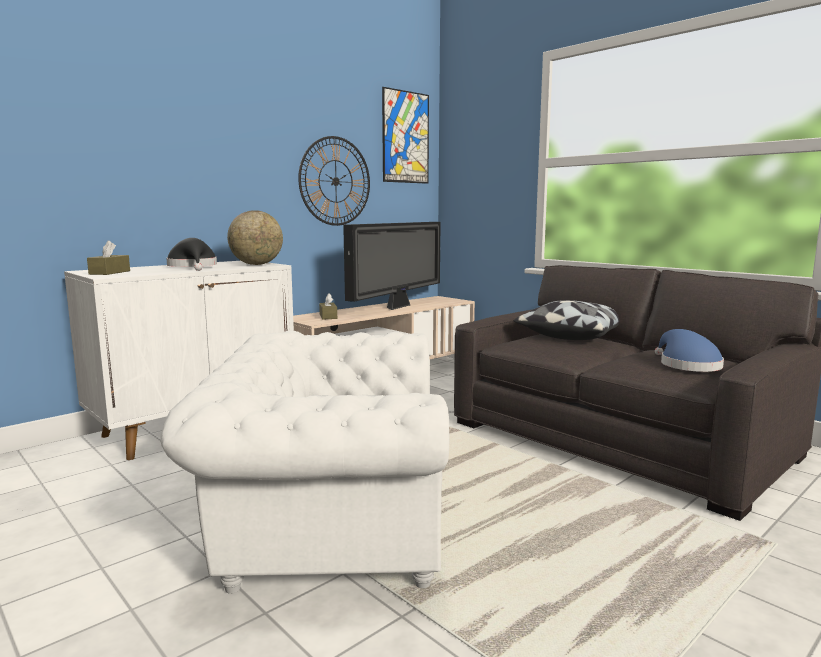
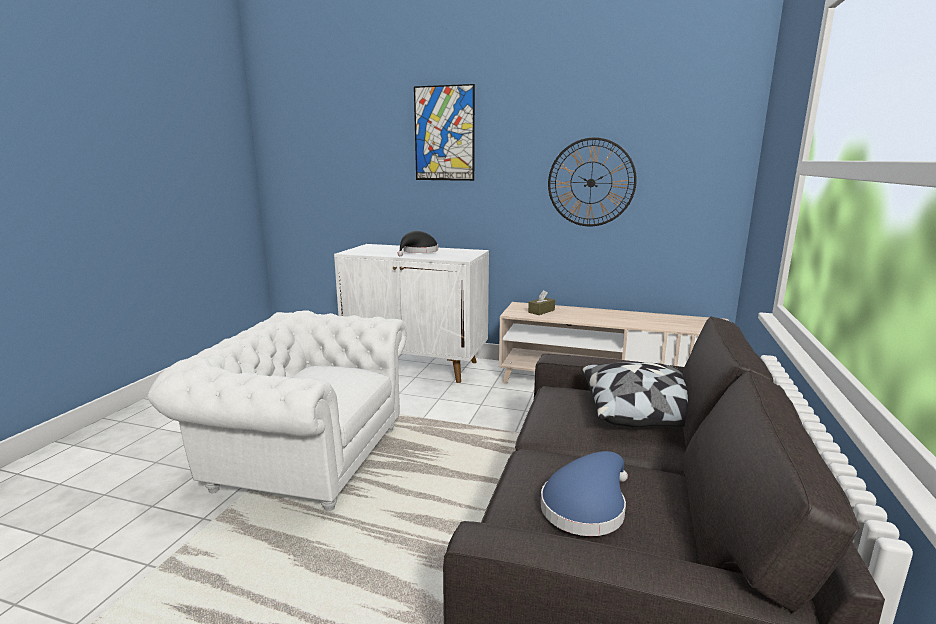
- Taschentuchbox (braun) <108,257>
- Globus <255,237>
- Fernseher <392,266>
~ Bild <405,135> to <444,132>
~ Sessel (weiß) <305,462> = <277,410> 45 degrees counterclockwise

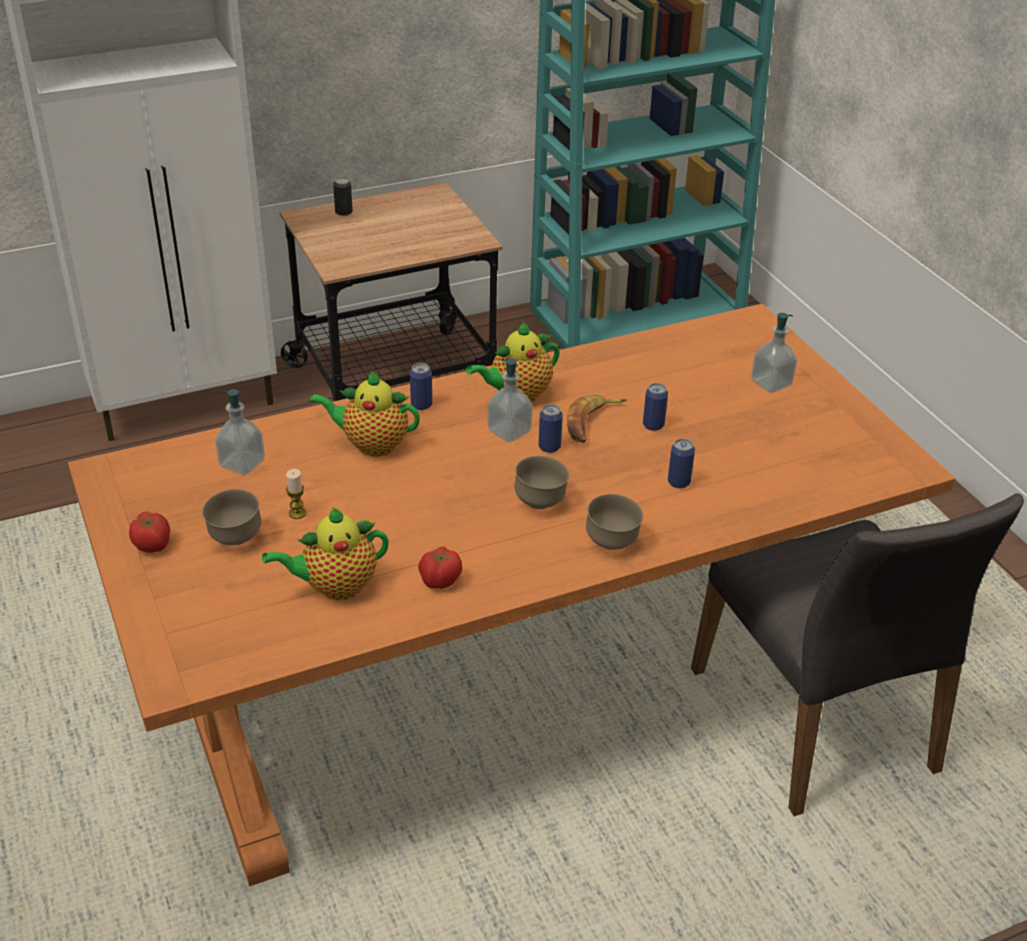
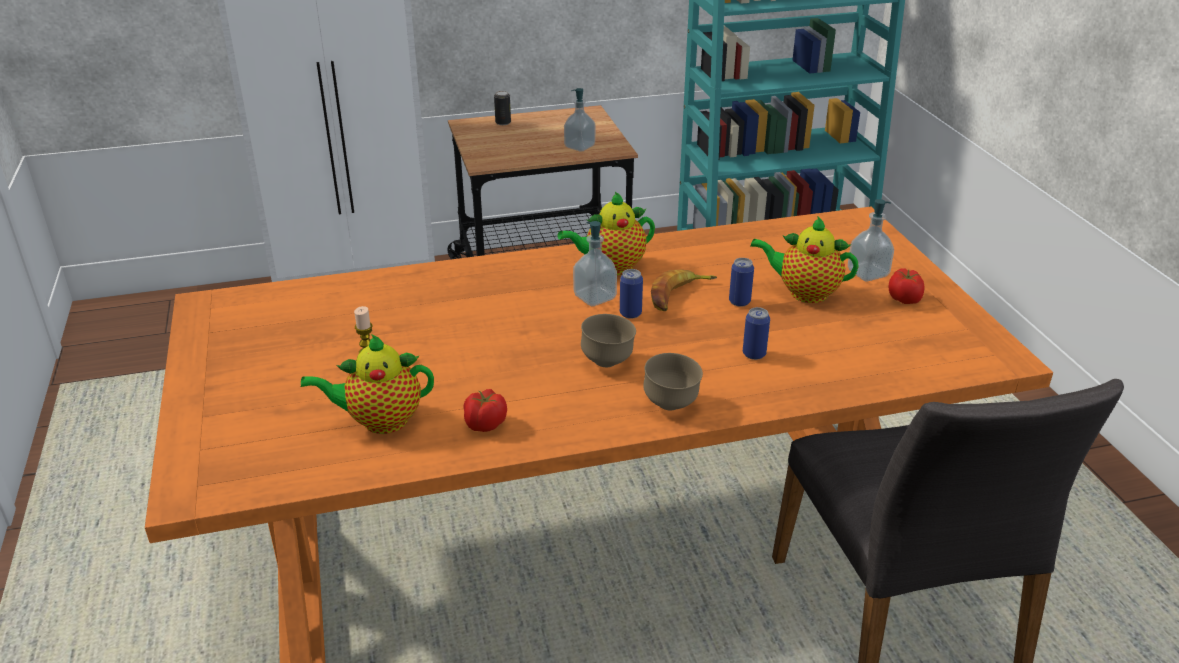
- Schüssel (braun) <231,517>
- Dose <421,386>
~ Tomate <149,532> to <907,286>
~ Seifenspender <240,432> to <579,119>
~ Teekanne <364,413> to <804,259>

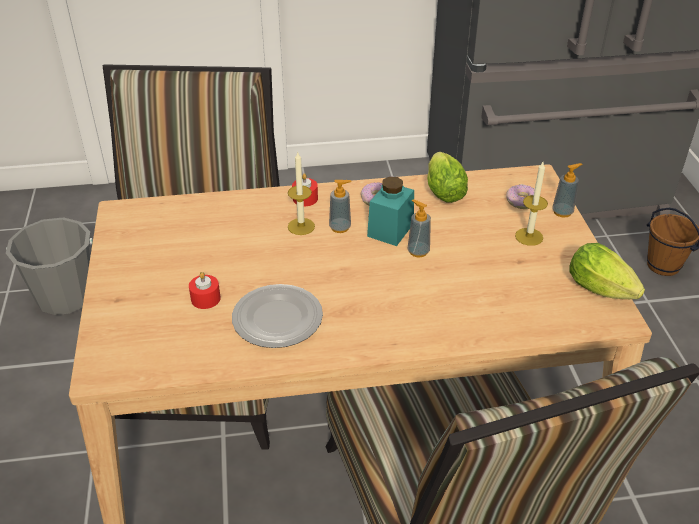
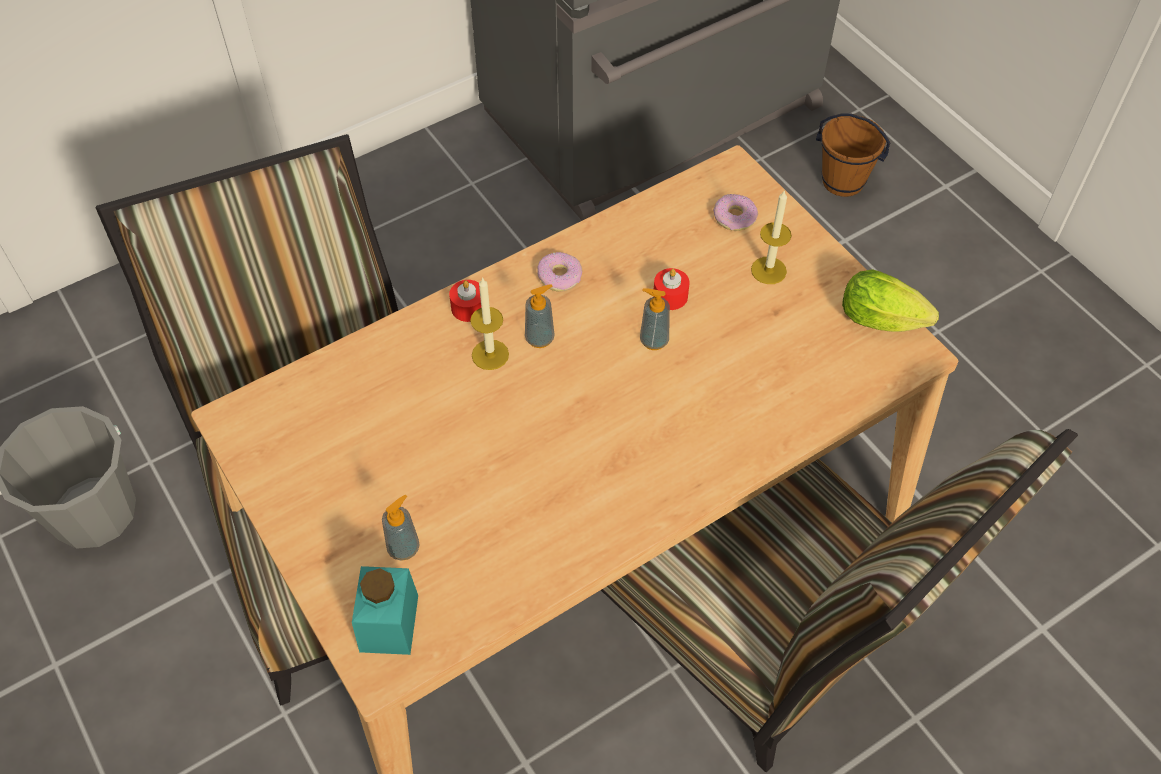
- Teller <277,316>
- Salatkopf <447,177>
~ Kerze (rot) <205,290> to <671,289>
~ Vorratsglas (türkis) <390,211> to <385,610>
~ Seifenspender <567,190> to <401,528>

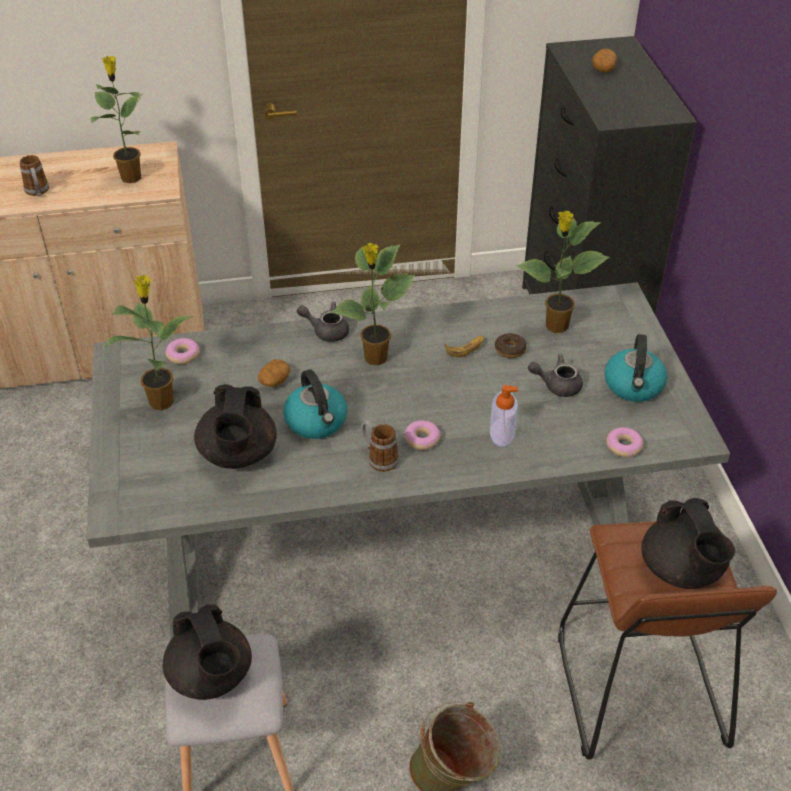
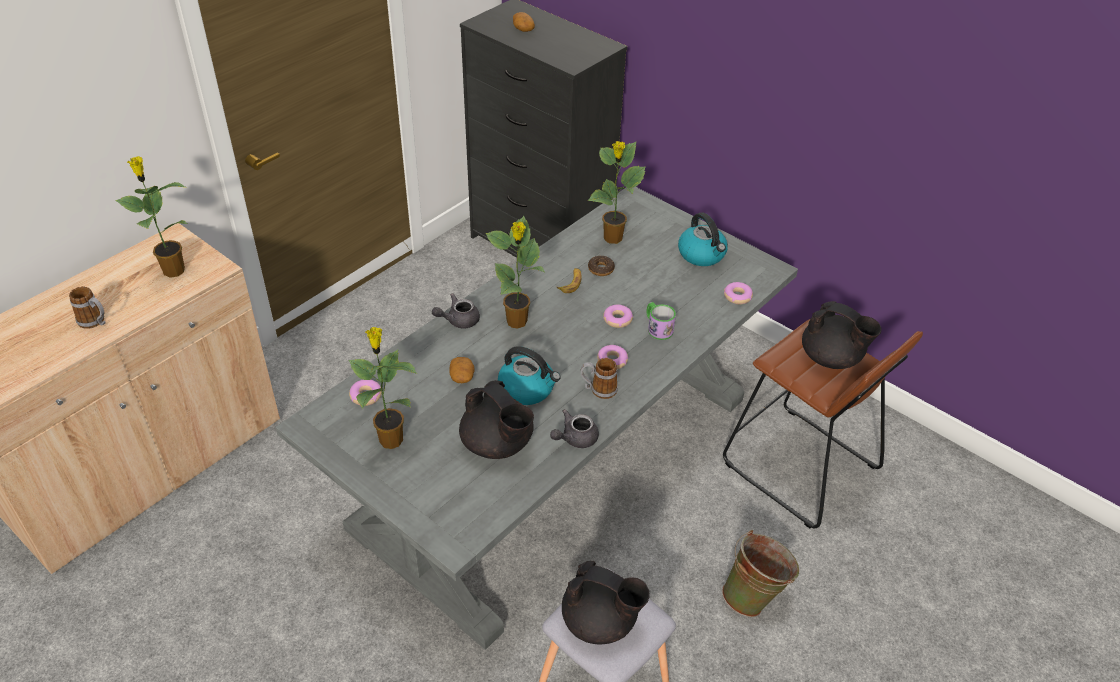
+ Donut <618,316>
~ Teekanne (grau) <555,375> to <574,428>
~ Seifenspender <504,416> to Henkelbecher <661,321>

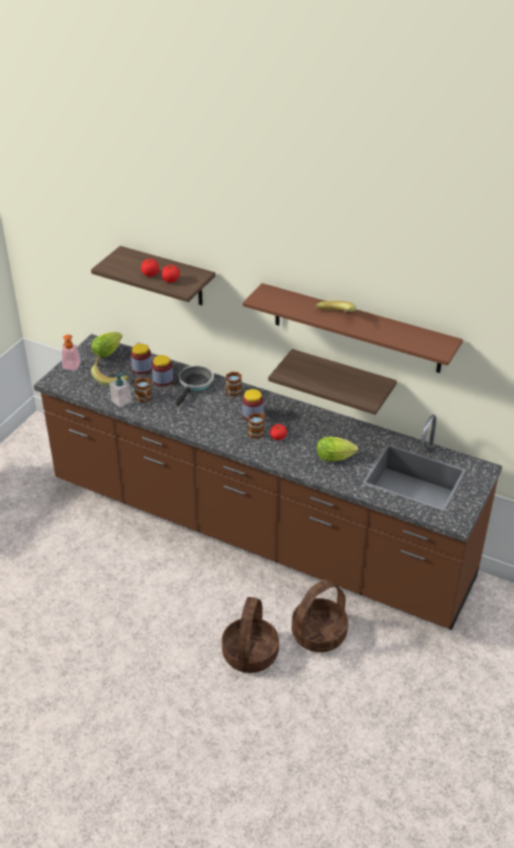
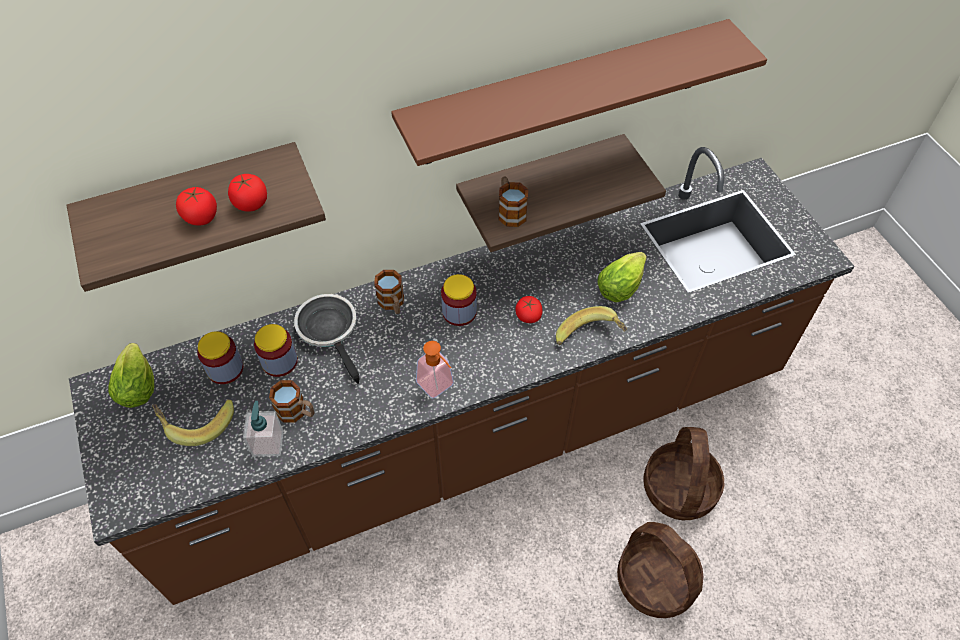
~ Seifenspender <71,352> to <435,369>
~ Henkelbecher <257,425> to <513,201>
~ Banane <335,306> to <591,325>

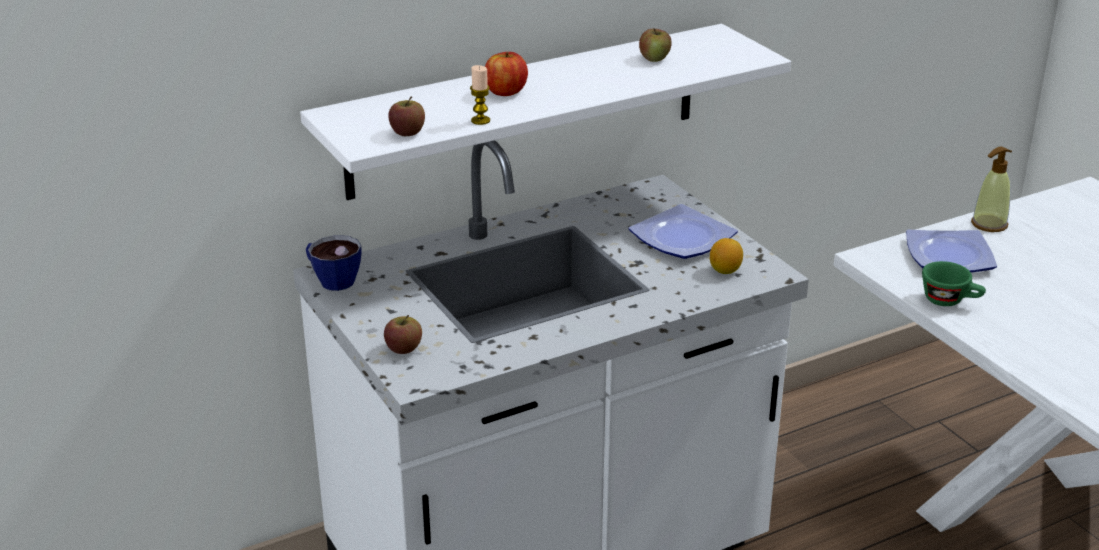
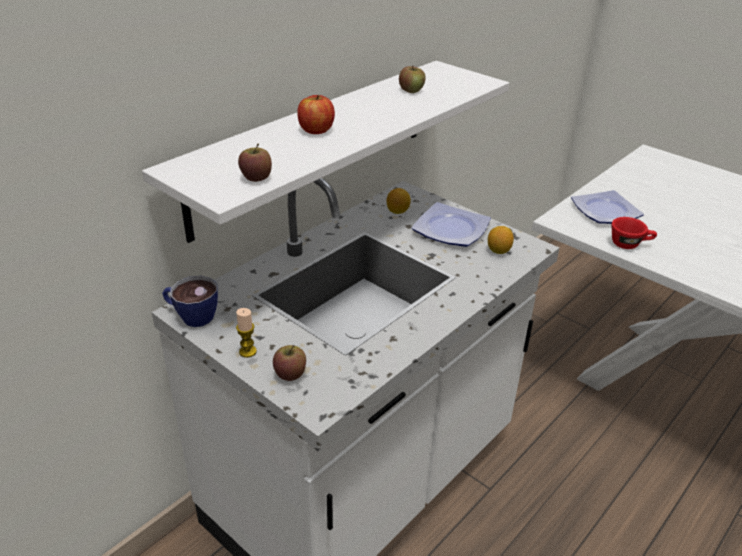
- Seifenspender <991,189>
+ Zitrone <399,201>
~ Kerze <480,95> to <246,333>
~ Tasse (grün) <954,283> to Tasse (rot) <634,233>

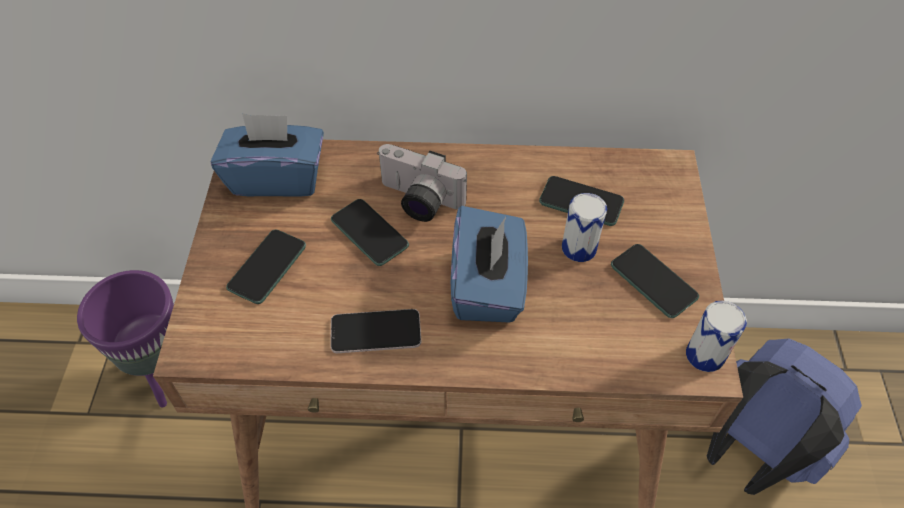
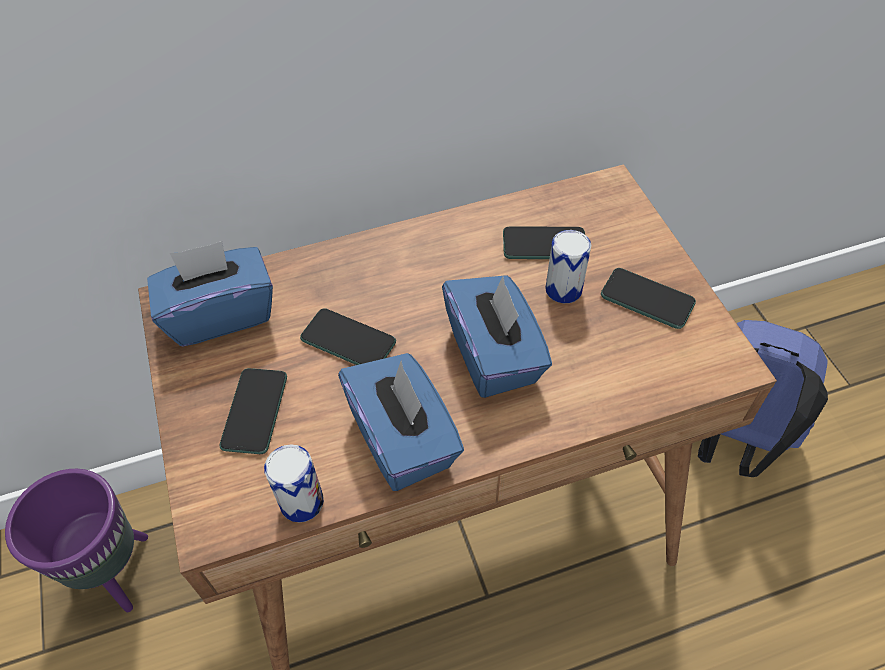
- Kamera <422,183>
~ Dose <716,336> to <294,483>
~ Handy <376,331> to Taschentuchbox (blau) <401,422>

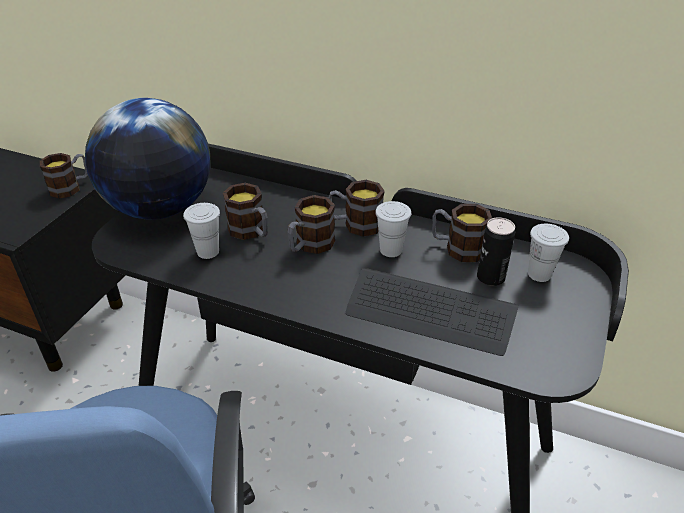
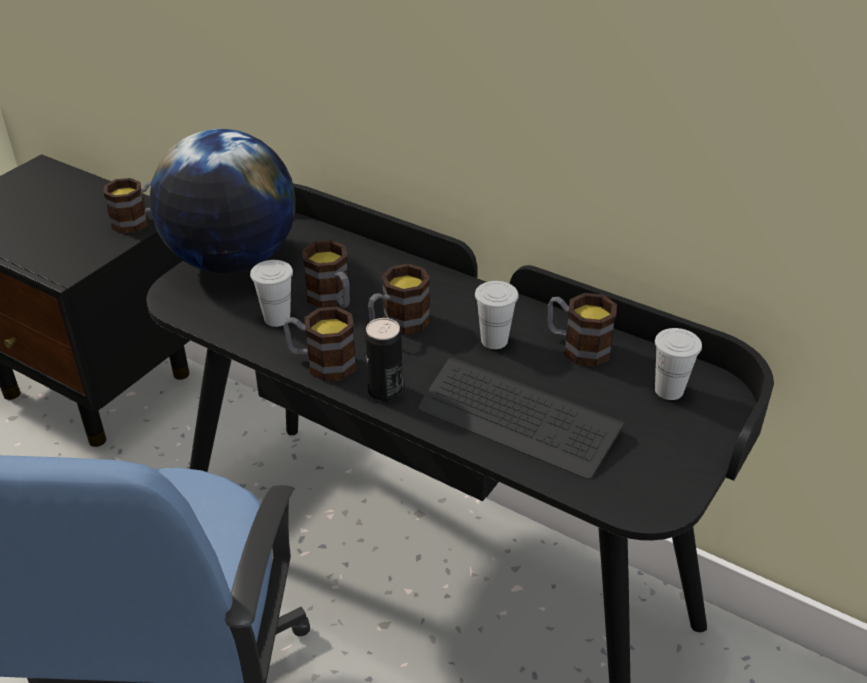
~ Henkelbecher <356,208> to <320,344>
~ Dose <496,251> to <384,359>

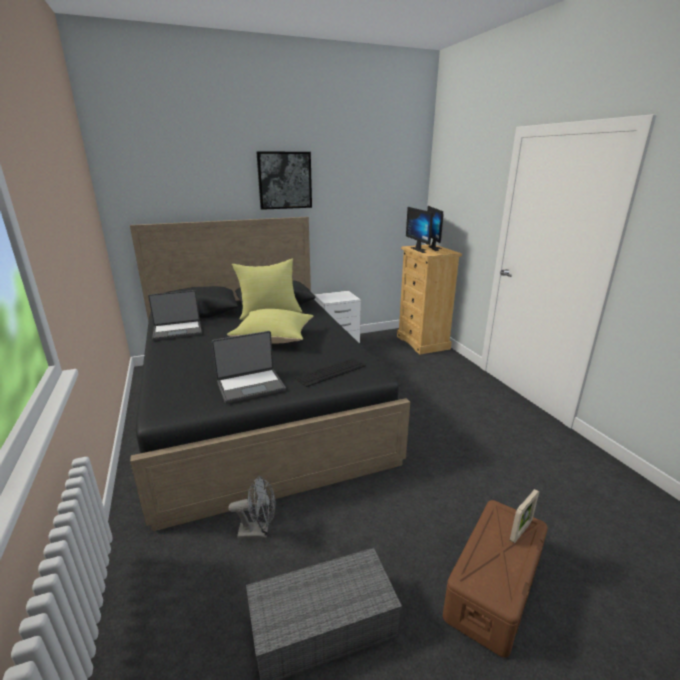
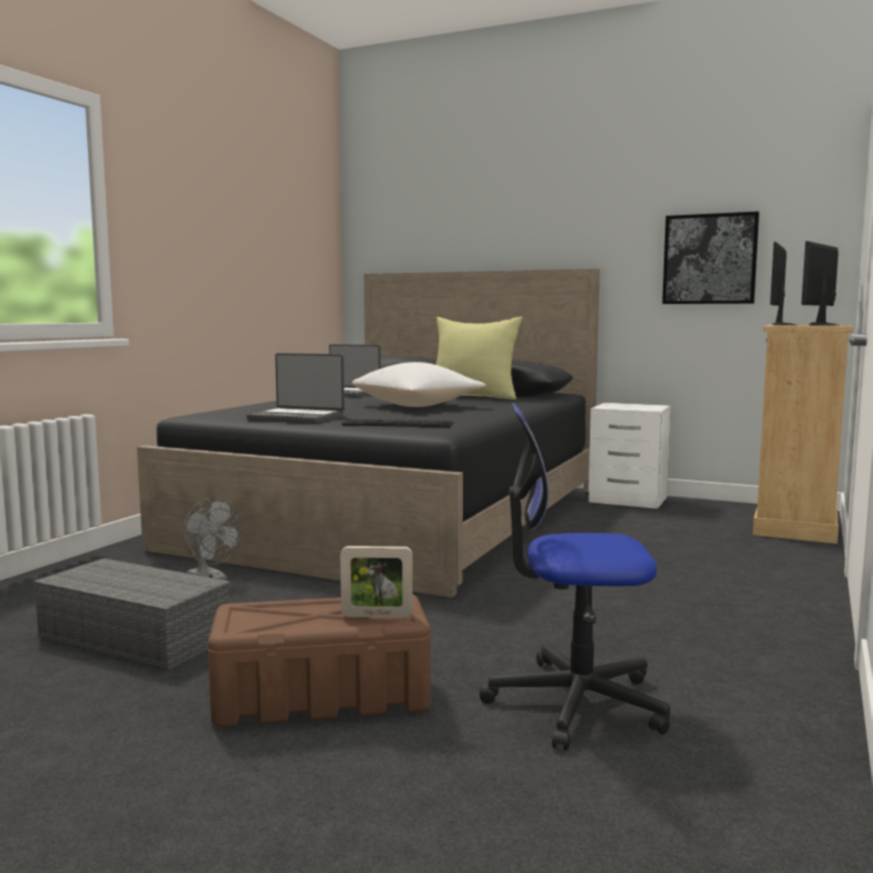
+ Bürostuhl <574,576>
~ Bild <284,180> to <710,257>
~ Kissen (gelb) <270,326> to Kissen (weiß) <419,384>

